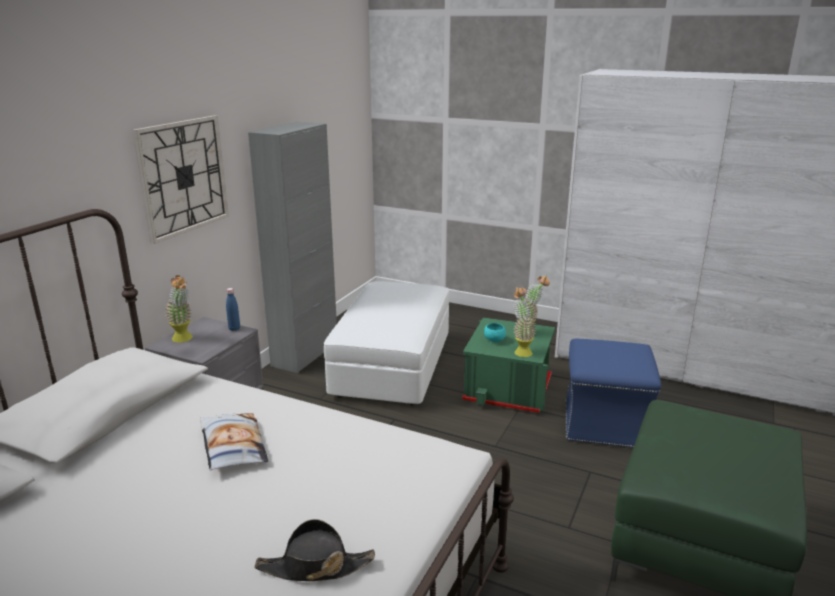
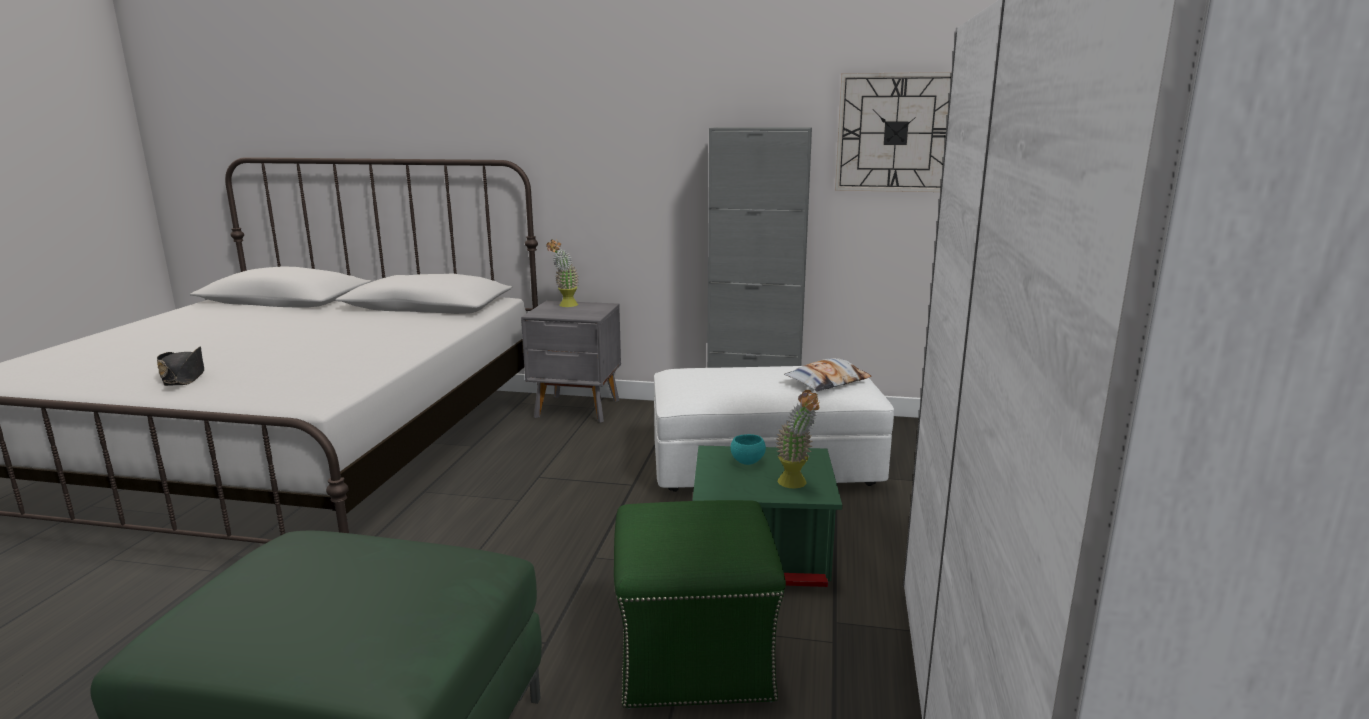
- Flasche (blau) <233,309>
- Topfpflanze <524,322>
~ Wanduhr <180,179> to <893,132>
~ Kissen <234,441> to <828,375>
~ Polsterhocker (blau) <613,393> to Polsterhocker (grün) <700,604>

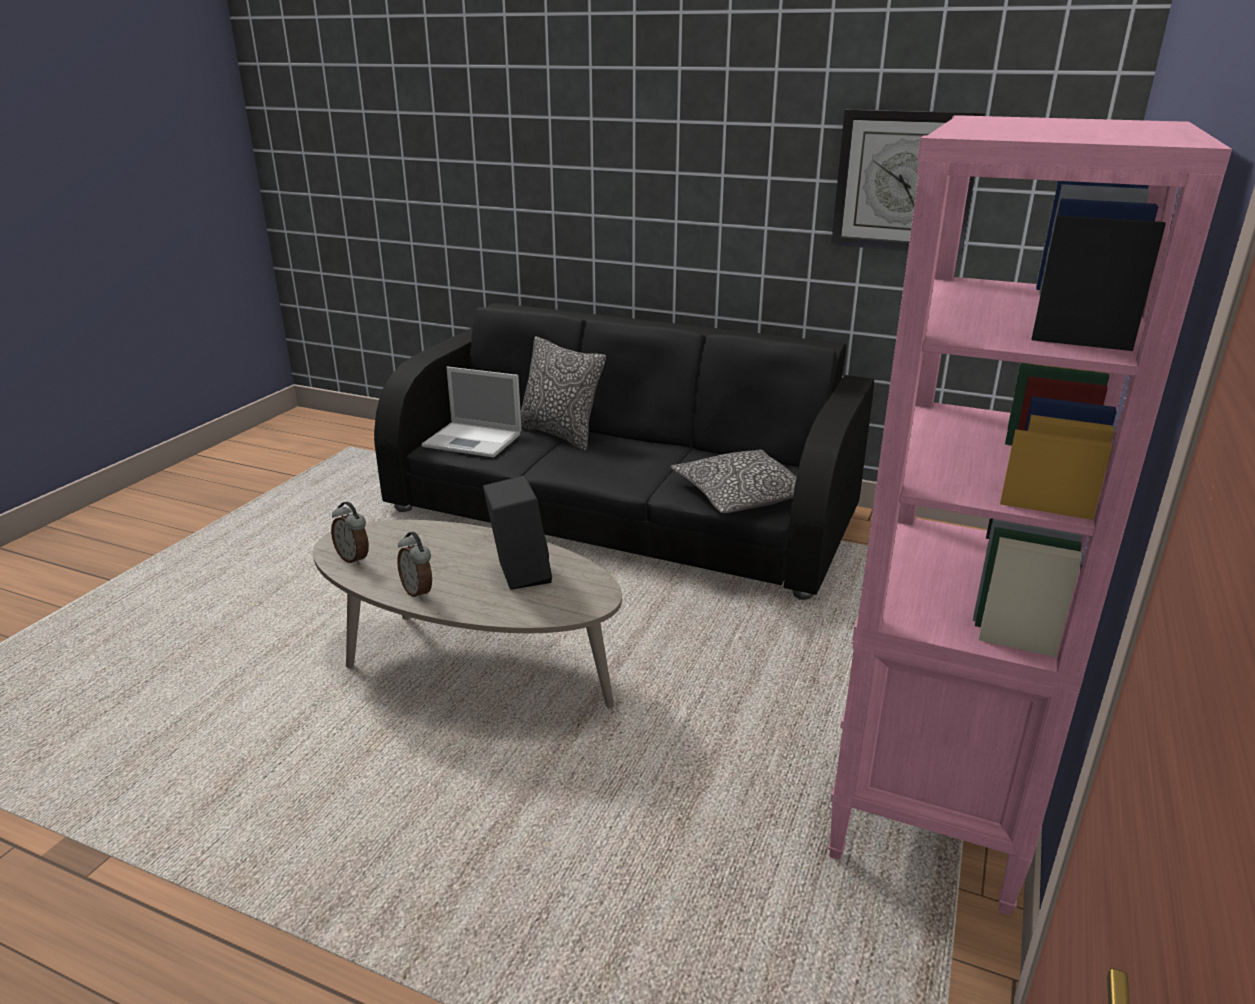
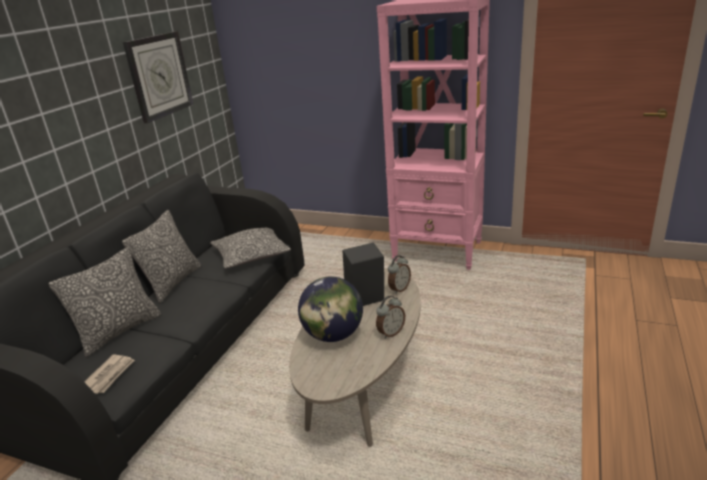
+ Kissen <161,256>
+ Globus <330,309>
~ Wecker <350,533> to <399,274>
~ Laptop <472,412> to Zeitung <109,374>

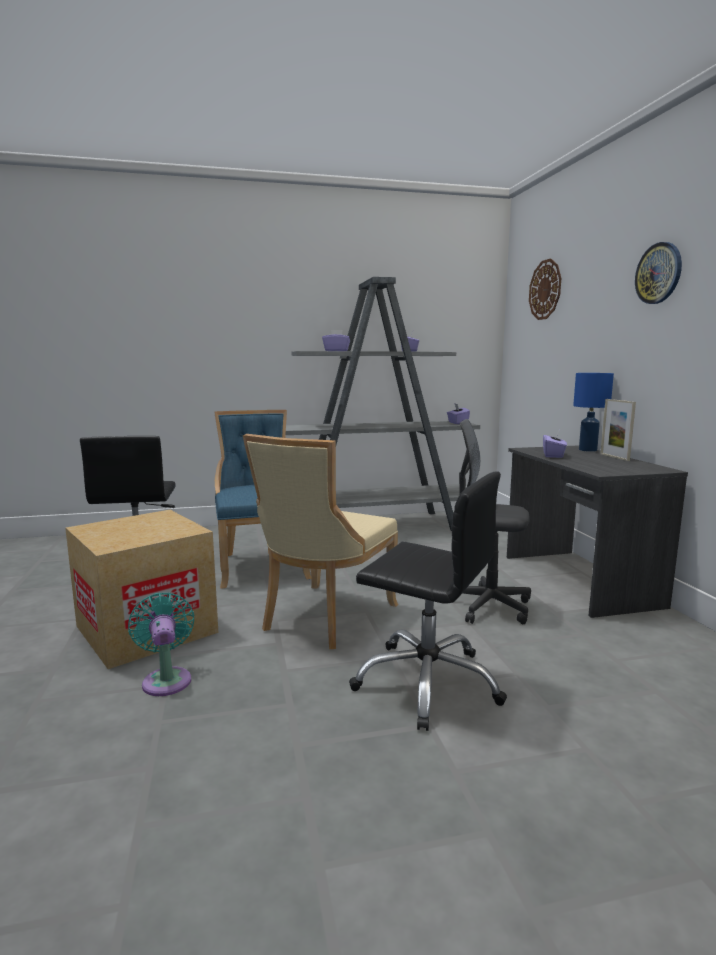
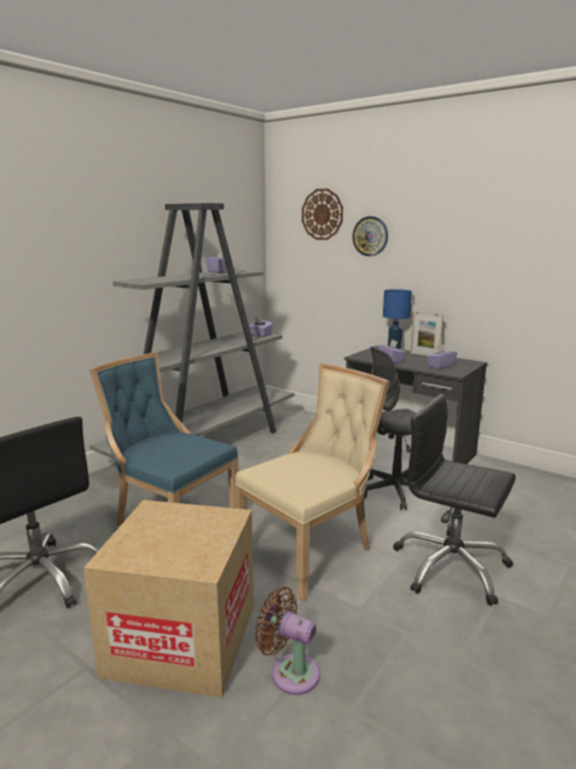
~ Taschentuchbox (lila) <336,340> to <441,357>
~ Wanduhr <658,273> to <370,236>
~ Ventilator (türkis) <161,644> to Ventilator (braun) <287,641>
~ Stuhl (beige) <320,541> = <312,482> 120 degrees counterclockwise
~ Bürostuhl (schwarz) <428,601> = <454,500> 135 degrees counterclockwise

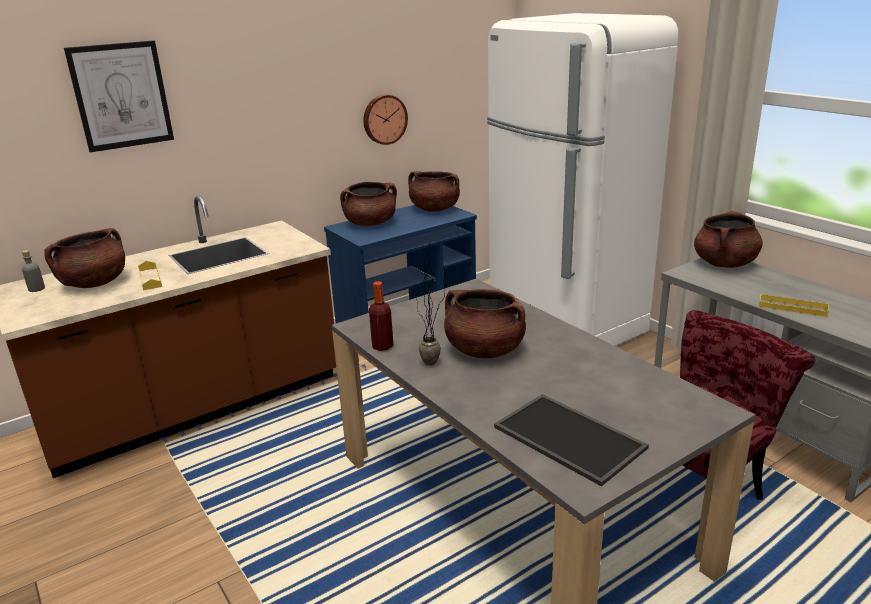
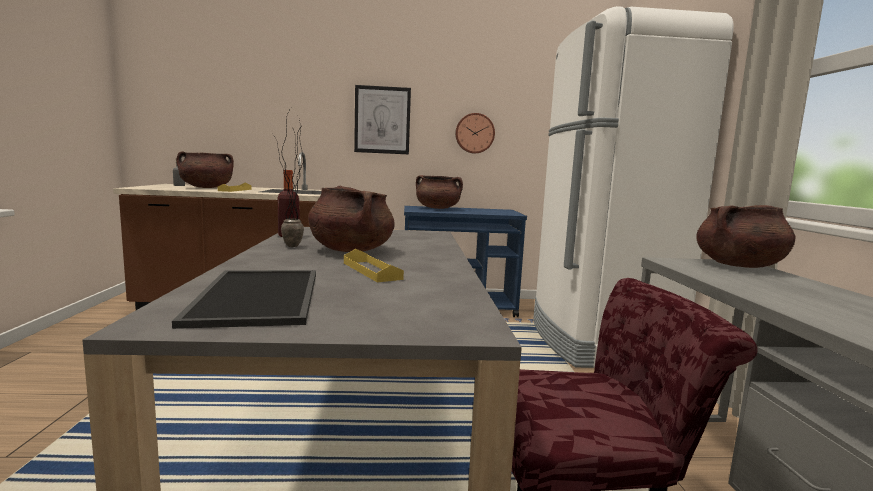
- Kochtopf (braun) <434,191>
~ Bild <119,96> to <382,119>
~ Tablett (gelb) <794,305> to <374,265>

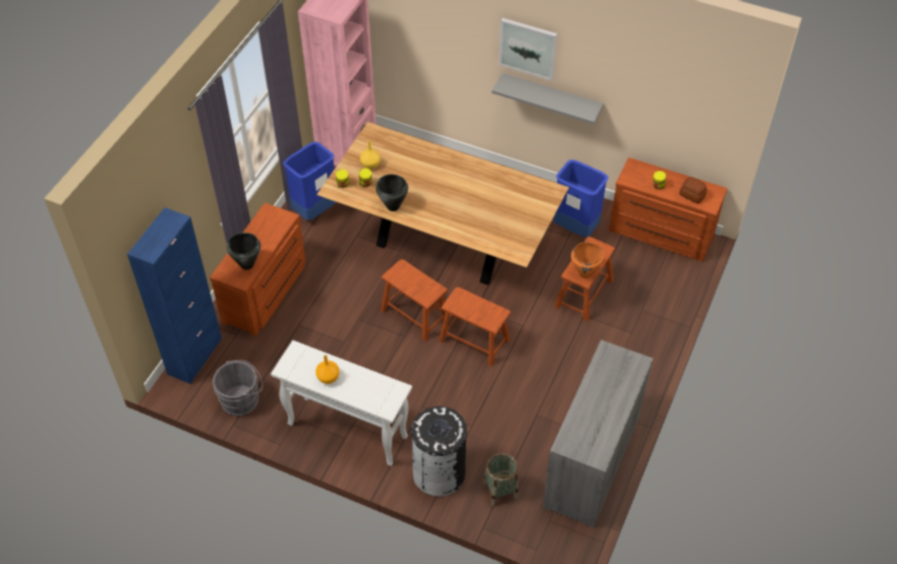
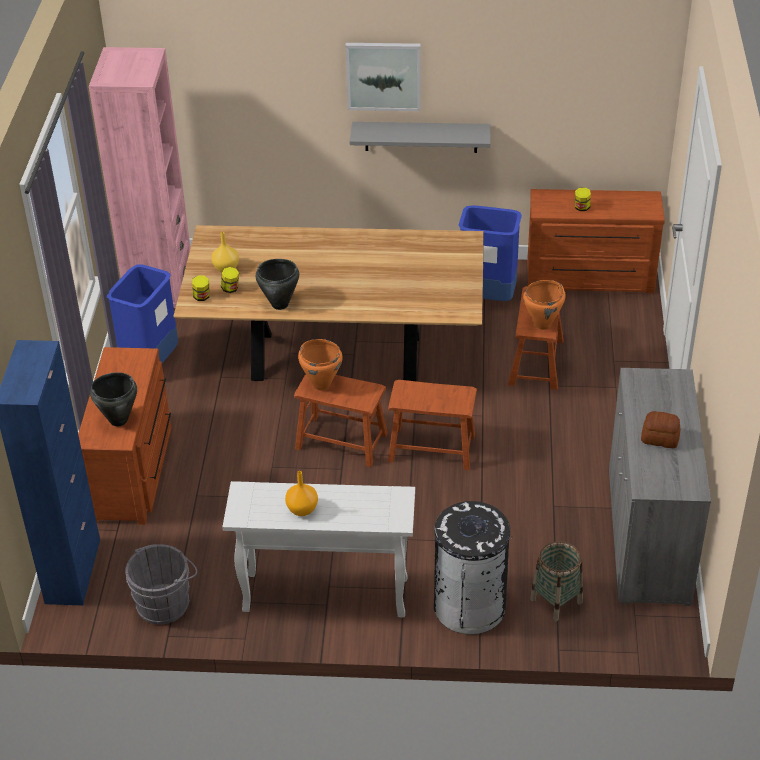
+ Kochtopf (orange) <320,365>
~ Brot <693,190> to <660,429>

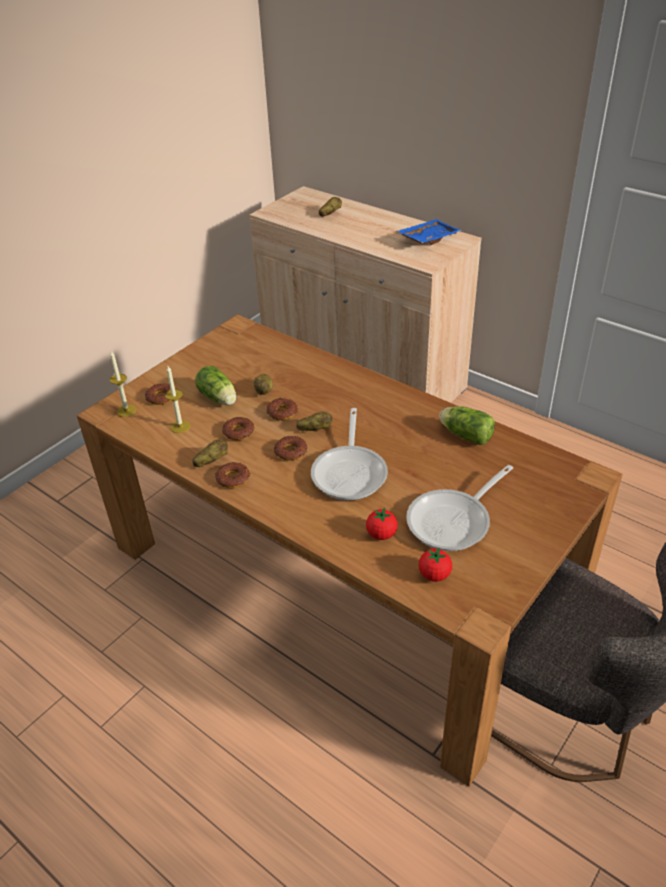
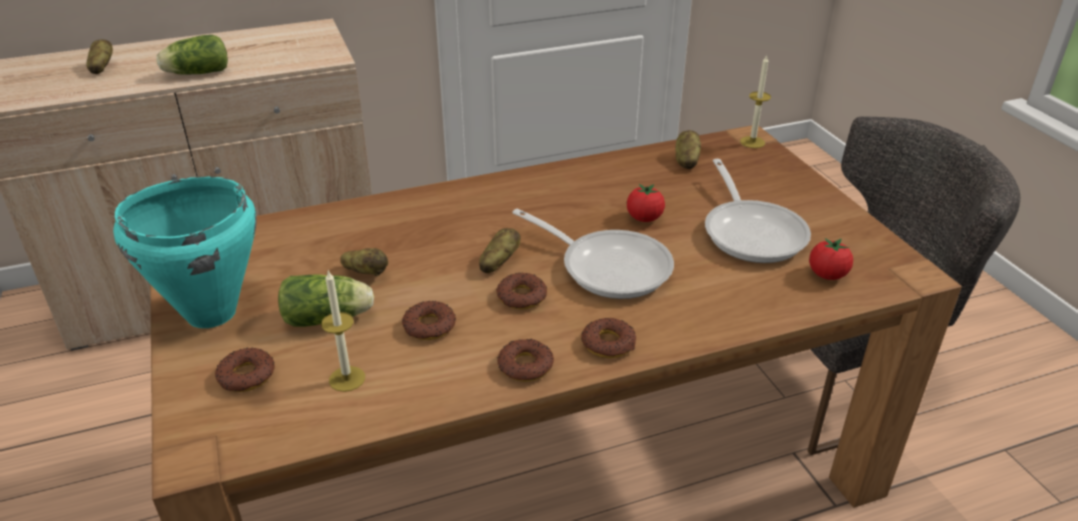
- Tablett (blau) <429,232>
+ Kochtopf (türkis) <185,252>
~ Kerze <123,384> to <755,101>
~ Kartoffel <210,453> to <688,149>
~ Donut <282,409> to <608,338>
~ Tomate <382,524> to <646,203>
~ Salatkopf <467,425> to <192,55>

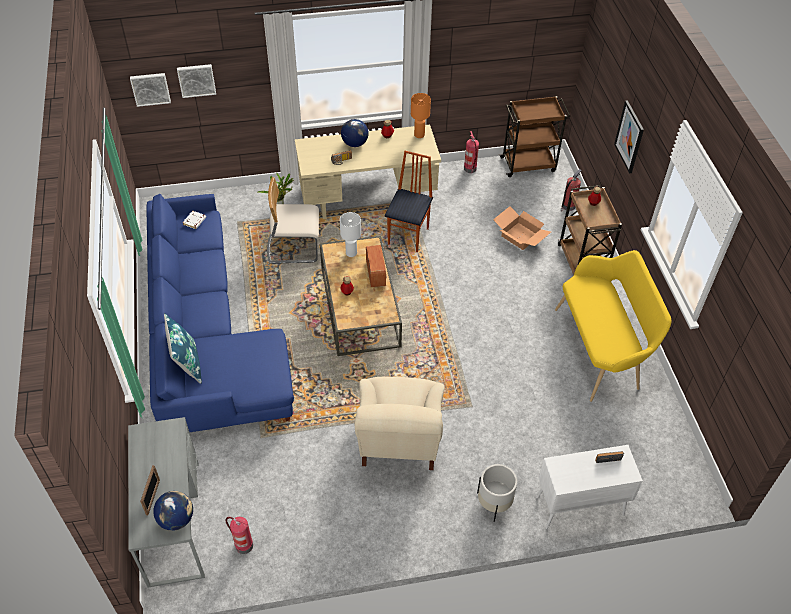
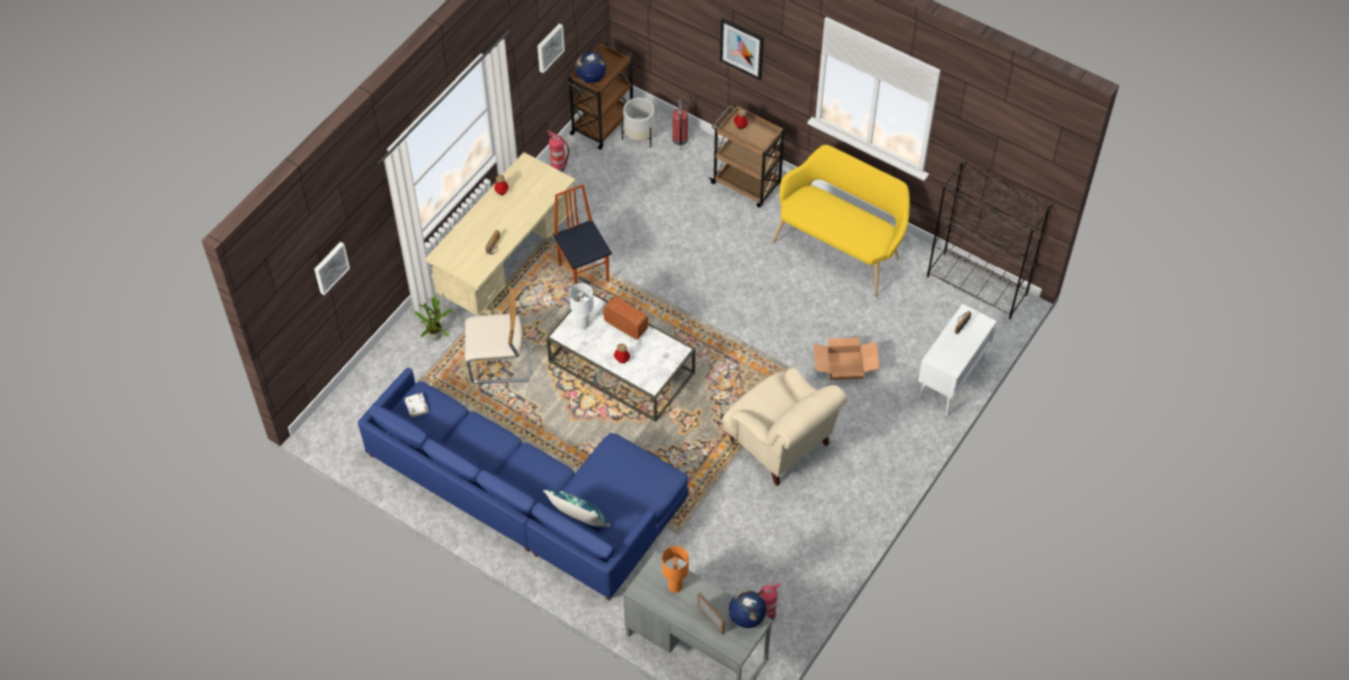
+ Bücherregal (schwarz) <989,240>
~ Bild <150,90> to <551,48>
~ Globus <354,133> to <590,67>
~ Tischlampe (orange) <421,115> to <675,569>
~ Pflanzkübel (weiß) <497,493> to <638,122>
~ Karton <522,228> to <846,359>
~ Couchtisch (braun) <361,296> to Couchtisch (weiß) <620,357>
~ Stuhl (beige) <293,220> = <498,336> 135 degrees counterclockwise

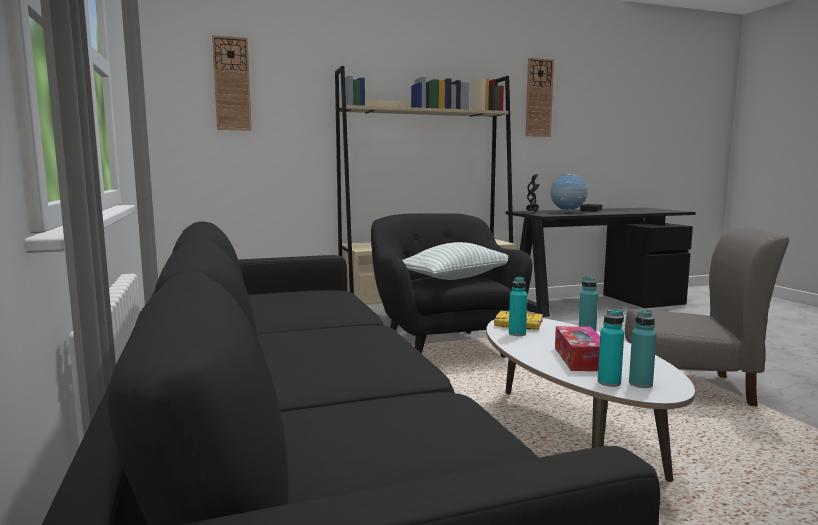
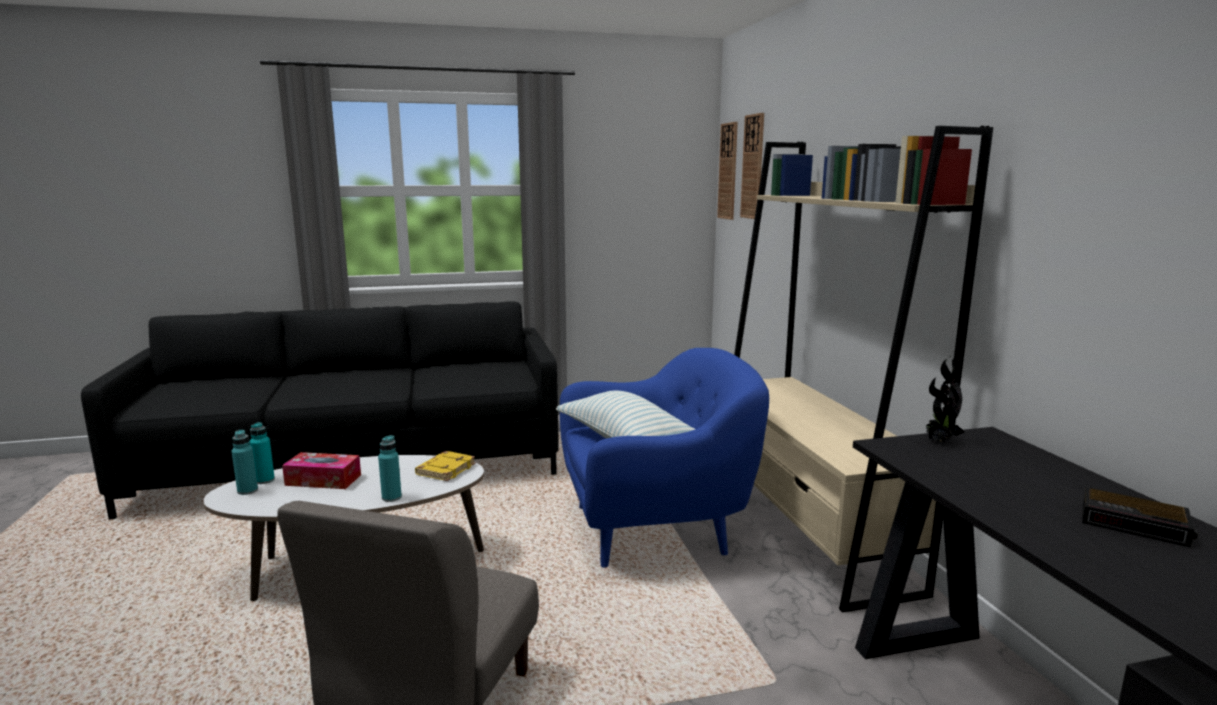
- Flasche (türkis) <518,306>
- Globus <569,193>
~ Wanduhr <540,97> to <727,171>
~ Sessel (schwarz) <452,285> to Sessel (blau) <664,458>

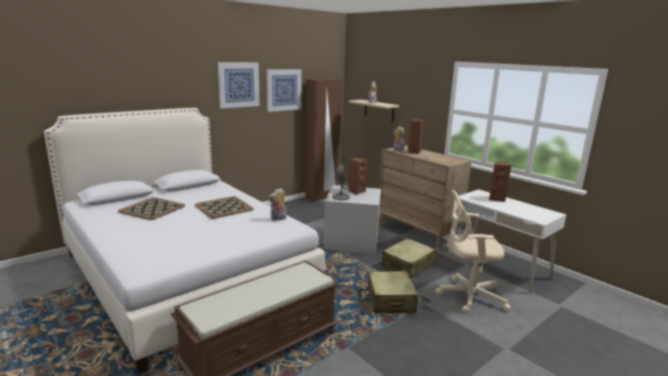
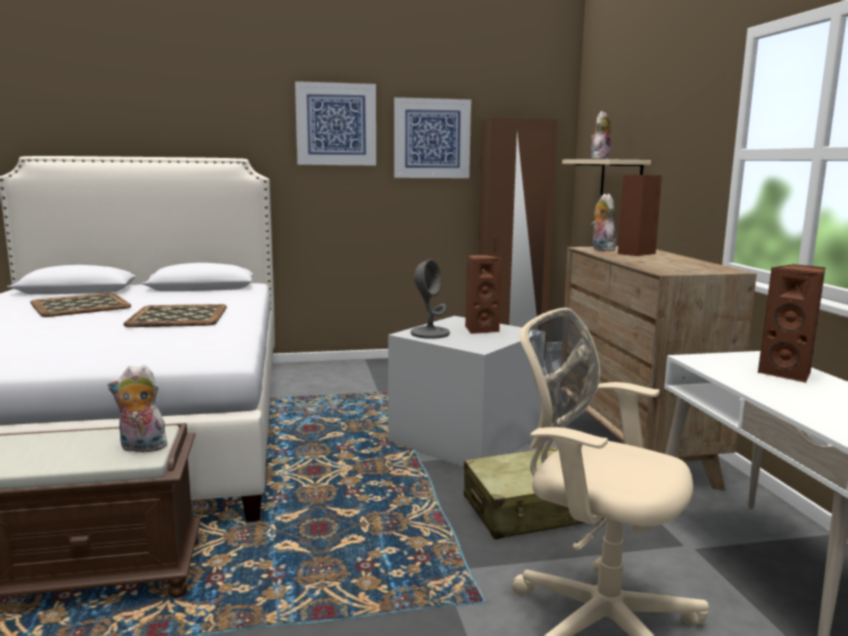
- Koffer (beige) <393,292>
~ Plüschtier <277,204> to <138,408>

